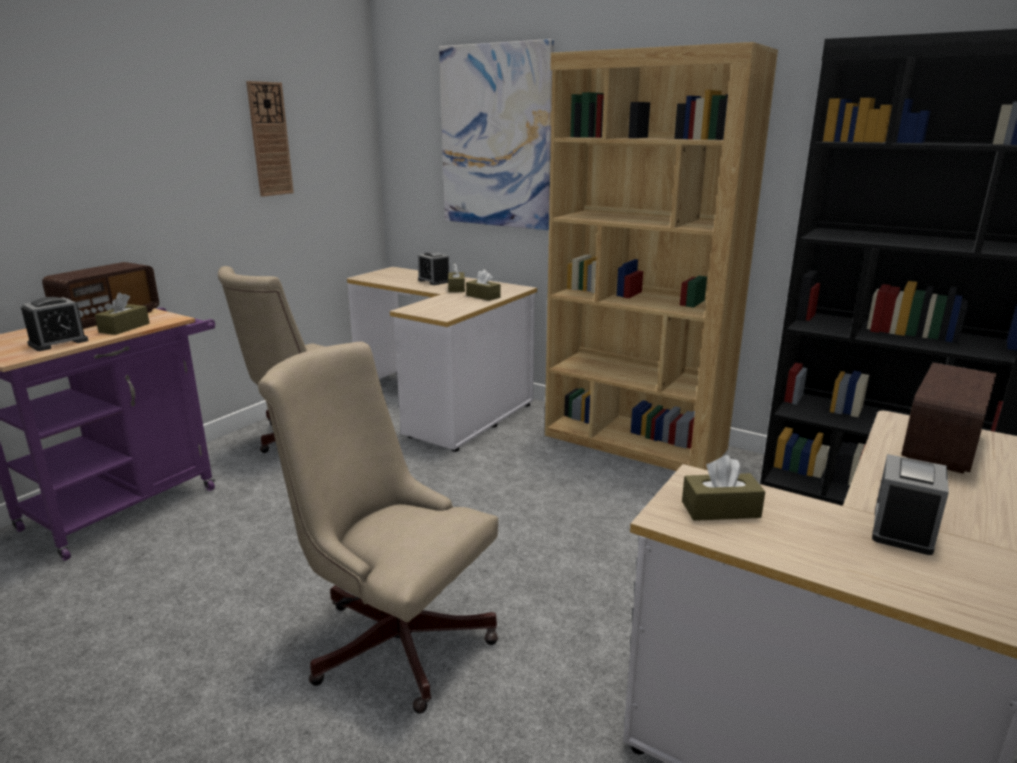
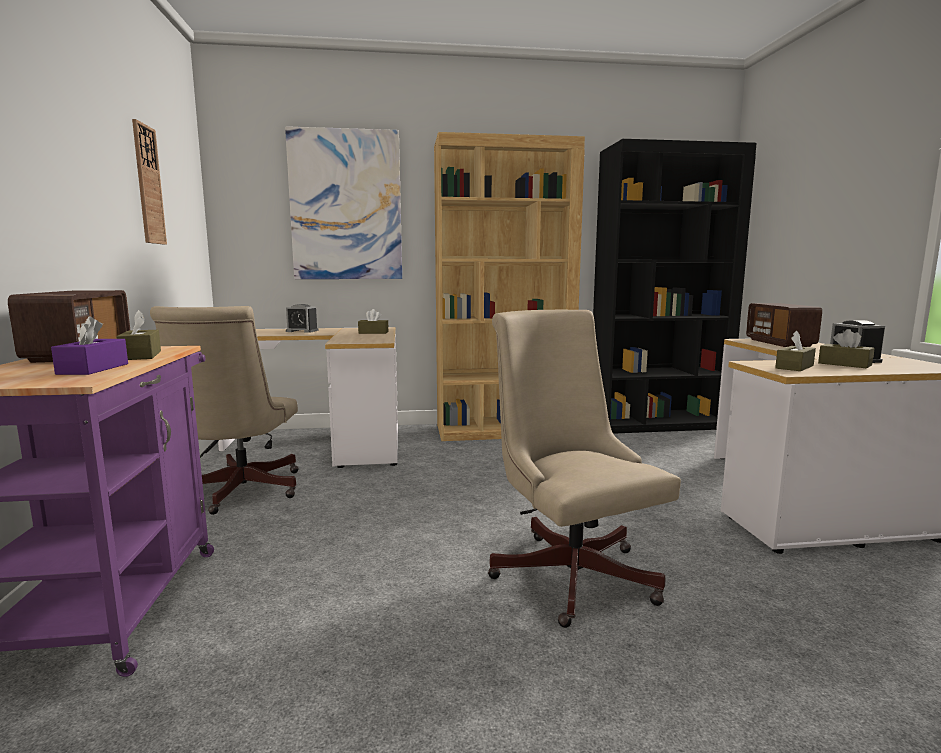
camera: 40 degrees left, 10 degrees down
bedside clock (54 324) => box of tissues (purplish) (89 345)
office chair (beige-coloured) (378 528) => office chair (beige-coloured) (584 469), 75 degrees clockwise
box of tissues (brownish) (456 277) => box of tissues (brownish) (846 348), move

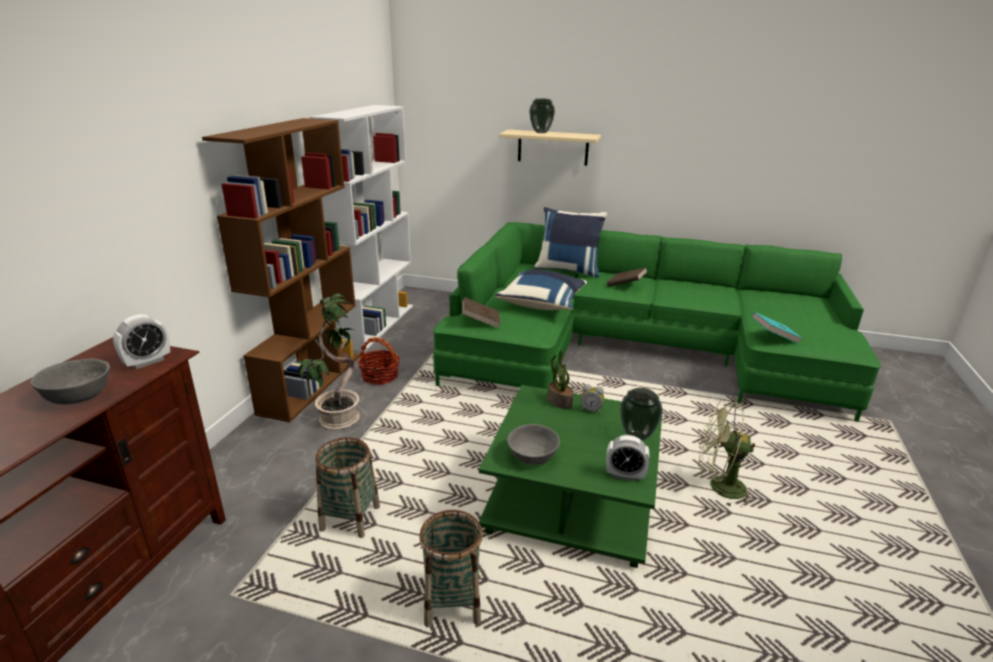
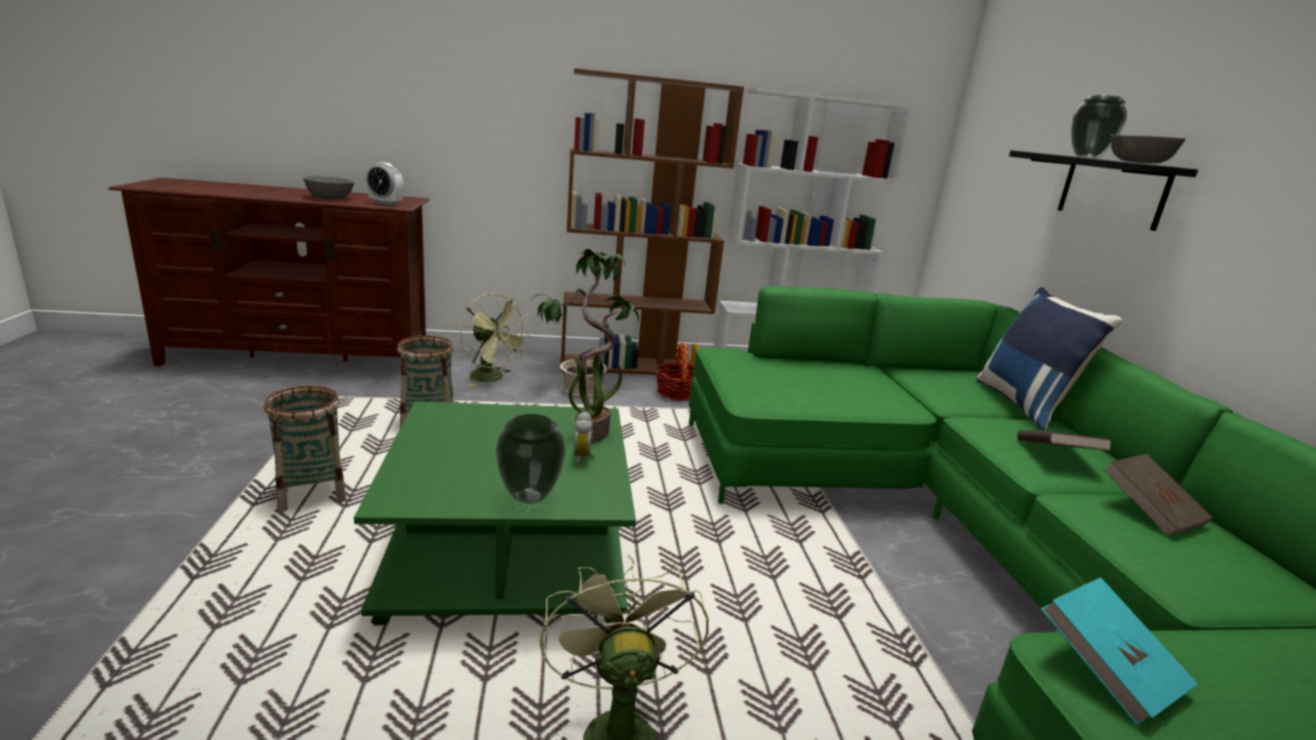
camera: 65 degrees right, 5 degrees down
nothing => cooling fan (greenish) (494 339)
bracket shelf (beige-coloured) (550 147) => bracket shelf (black) (1103 190)
bound book (brownish) (481 312) => bound book (brownish) (1158 495), move
deep dish (grey) (533 444) => deep dish (grey) (1148 149), move
cushion (bluish) (541 289) => nothing
bedside clock (627 458) => nothing

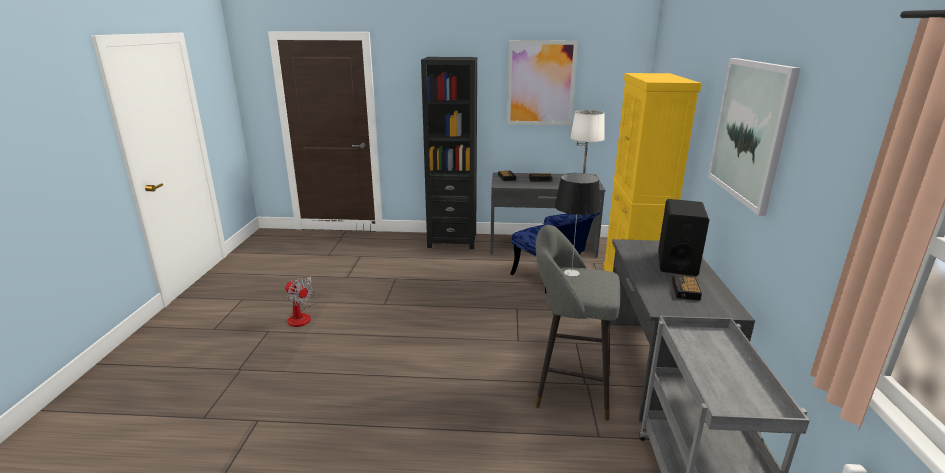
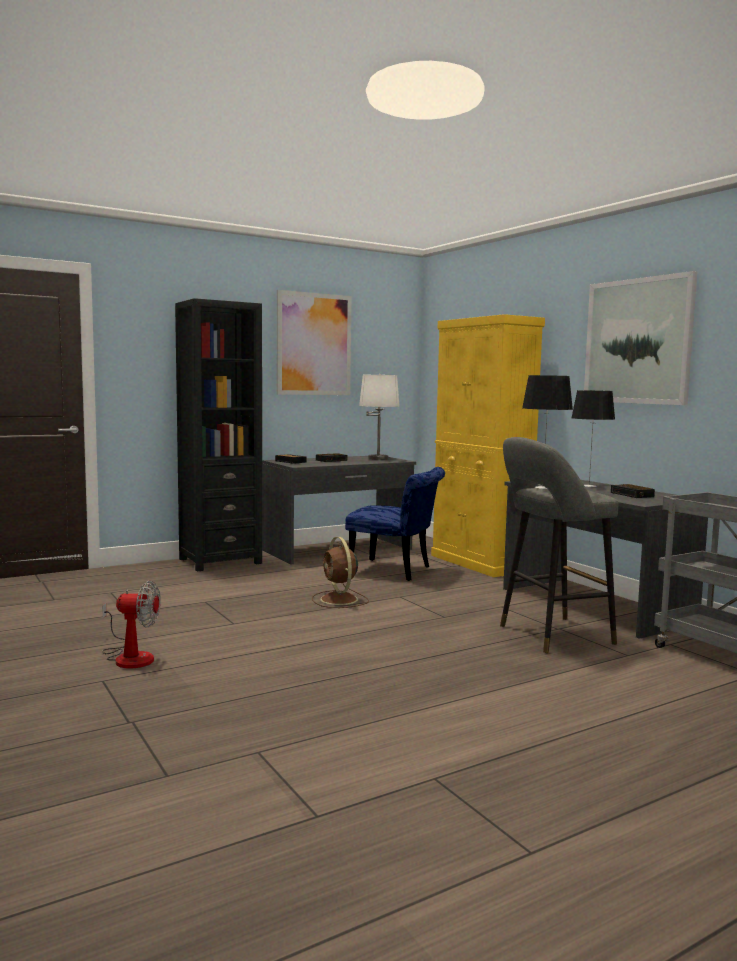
camera: 35 degrees left, 15 degrees down
nothing => cooling fan (brownish) (340 572)
loudspeaker (black) (683 237) => tabletop lamp (593 438)

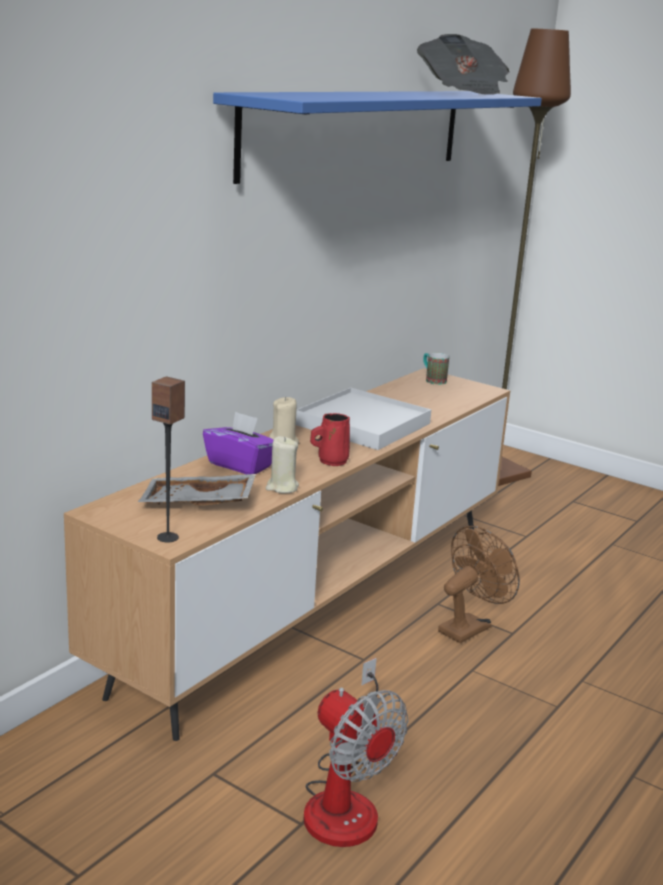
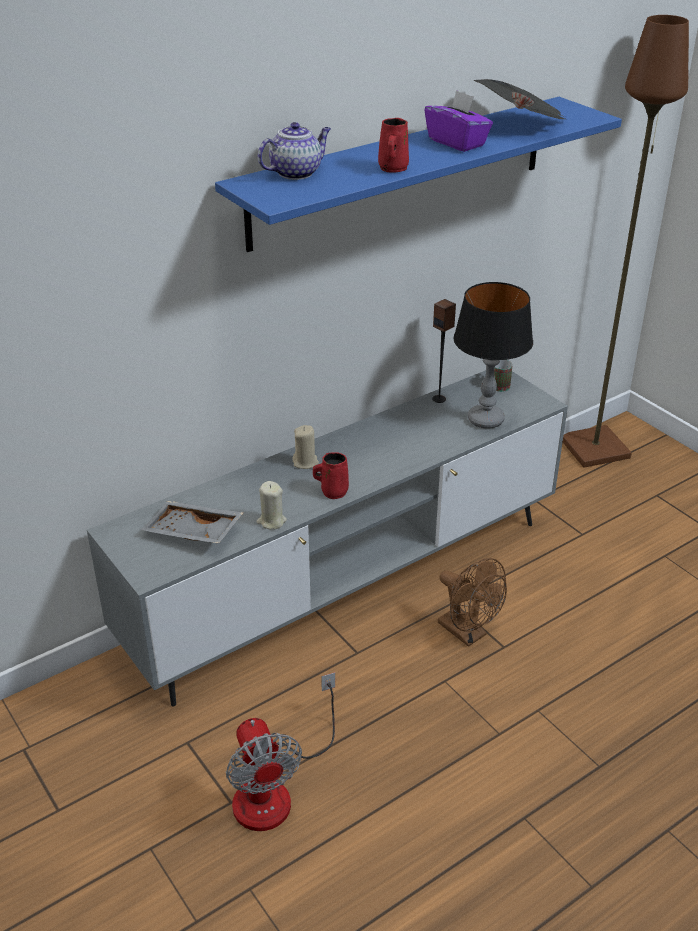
camera: 20 degrees right, 15 degrees up
tv unit (brownish) (287 554) => tv unit (grey) (327 538)
nothing => teapot (294 151)
nothing => coffee mug (red-coloured) (393 145)
box of tissues (purplish) (238 442) => box of tissues (purplish) (458 121), move
loudspeaker (168 460) => loudspeaker (444 351), move
cooling fan (brownish) (479 584) => cooling fan (brownish) (472 602), 75 degrees clockwise
nothing => tabletop lamp (493 355)
carrying tray (white-coloured) (363 418) => nothing

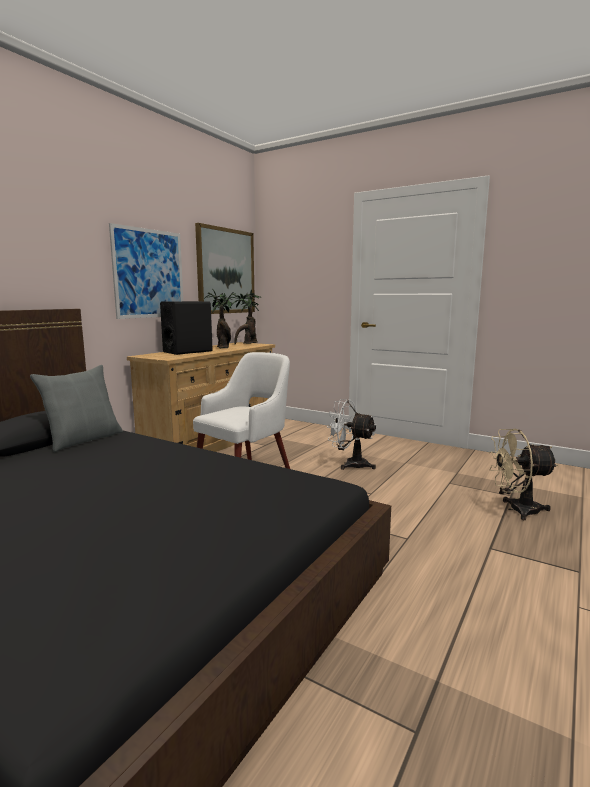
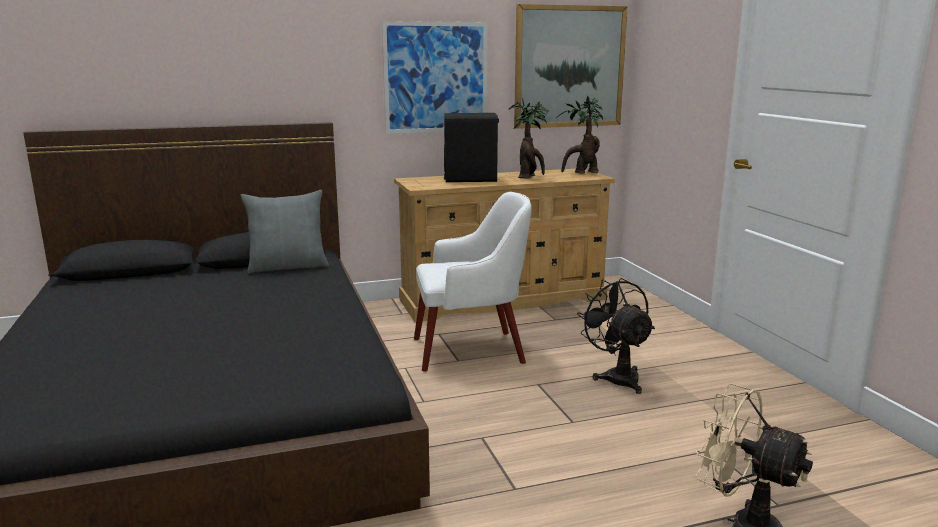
camera: 40 degrees right, 5 degrees up
cooling fan (white-coloured) (351 434) => cooling fan (black) (616 336)

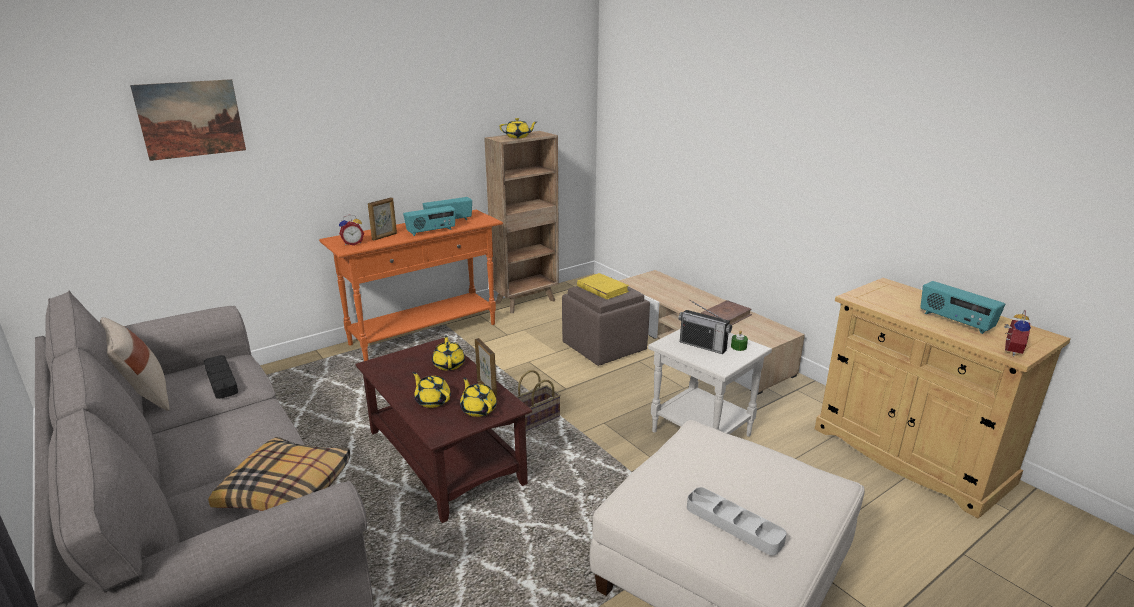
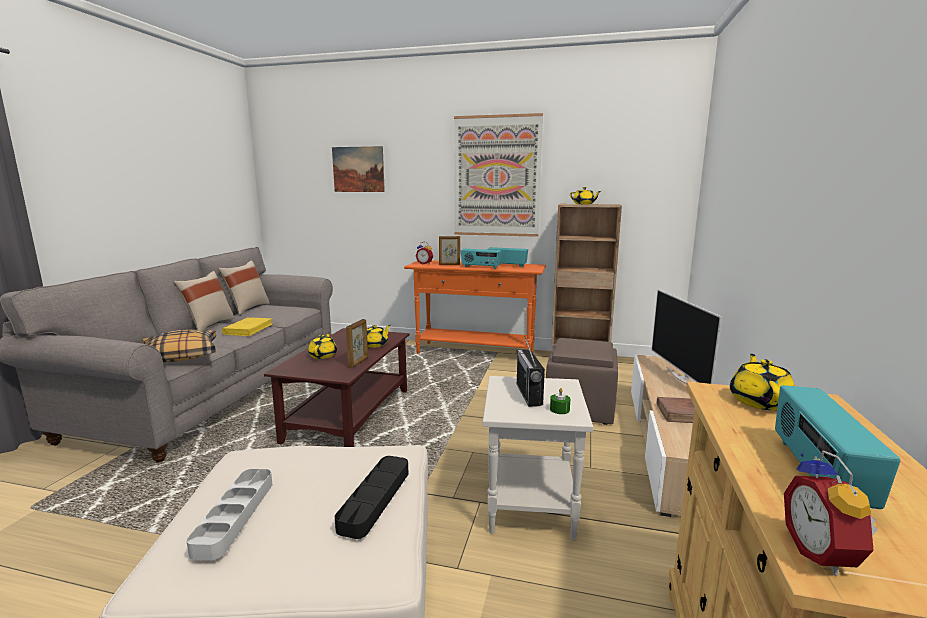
camera: 50 degrees right, 10 degrees down
nothing => cushion (beige-coloured) (204 300)
bound book (yellowish) (603 286) => bound book (yellowish) (247 326), move
carrying tray (black) (221 377) => carrying tray (black) (371 497), move
nothing => wall art (498 175)
nothing => TV (686 336)
teapot (yellowish) (478 397) => teapot (yellowish) (762 382), move
bedside clock (1017 333) => bedside clock (831 513), 105 degrees clockwise
household basket (539 400) => nothing

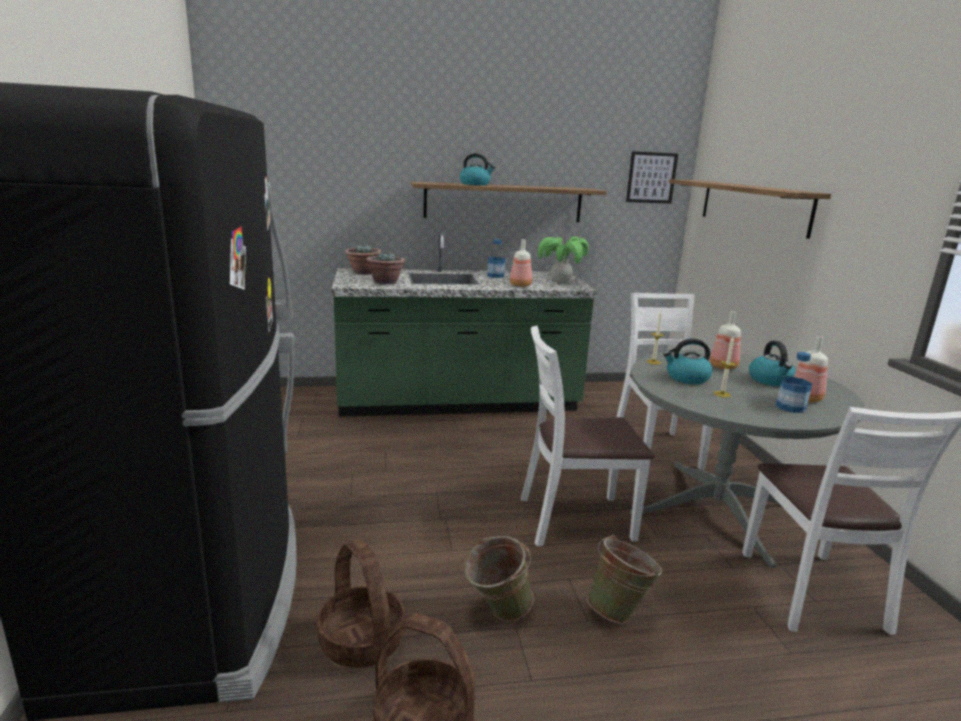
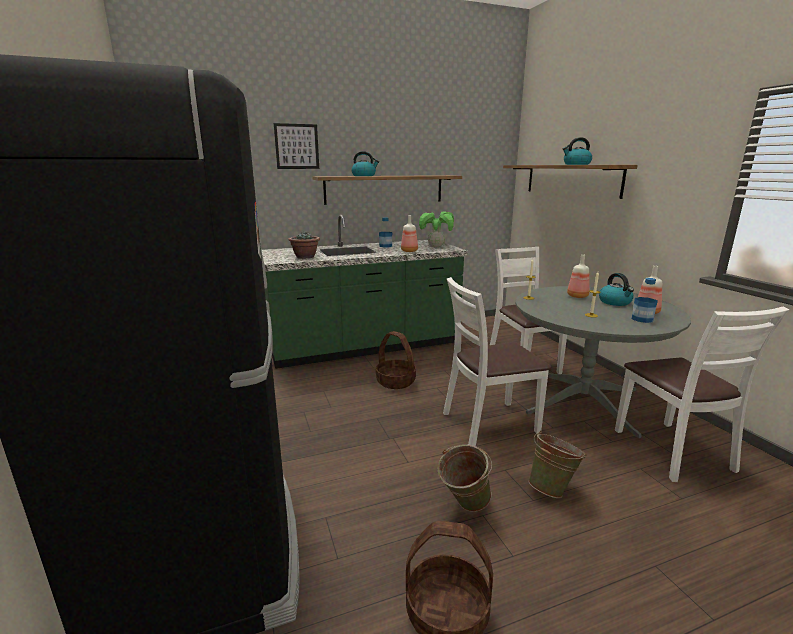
camera: 10 degrees left, 0 degrees up
wall art (652 177) => wall art (296 146), move
household basket (361 603) => household basket (396 360), move
kettle (687 361) => kettle (577 151), move
houseplant (363 259) => nothing

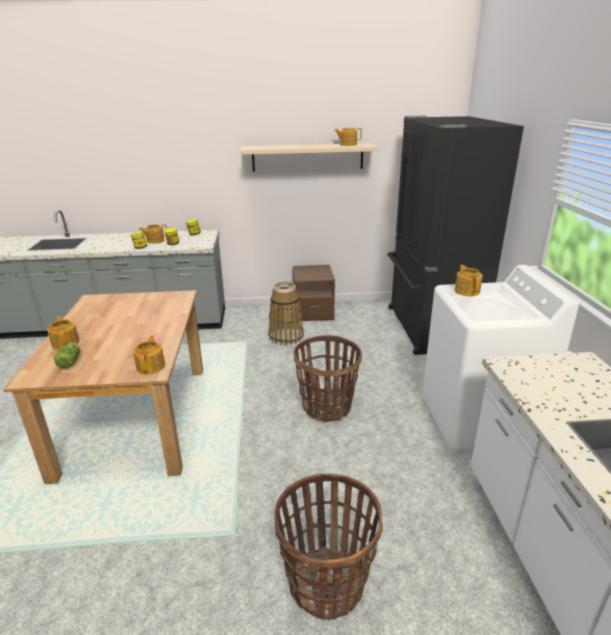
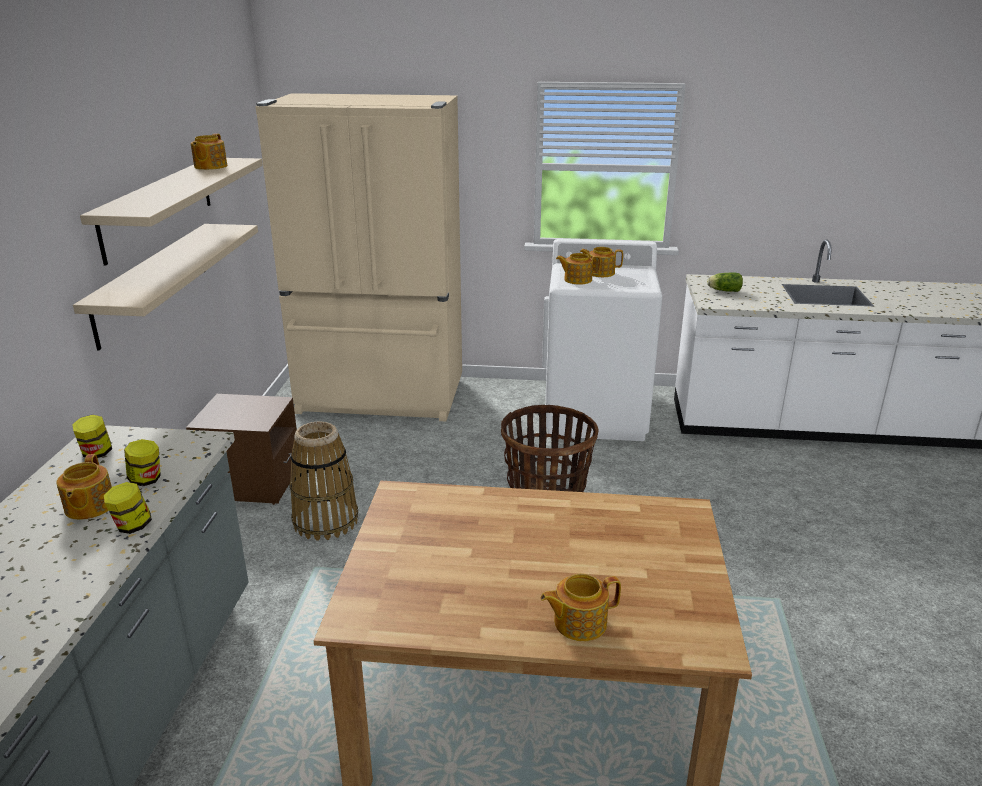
camera: 80 degrees left, 0 degrees up
nothing => bracket shelf (beige-coloured) (165 287)
kitchen fridge (black) (455 235) => kitchen fridge (beige-coloured) (358 257)
teapot (149 355) => teapot (601 262), move
lettuce (67 355) => lettuce (725 282), move
household basket (328 547) => nothing

